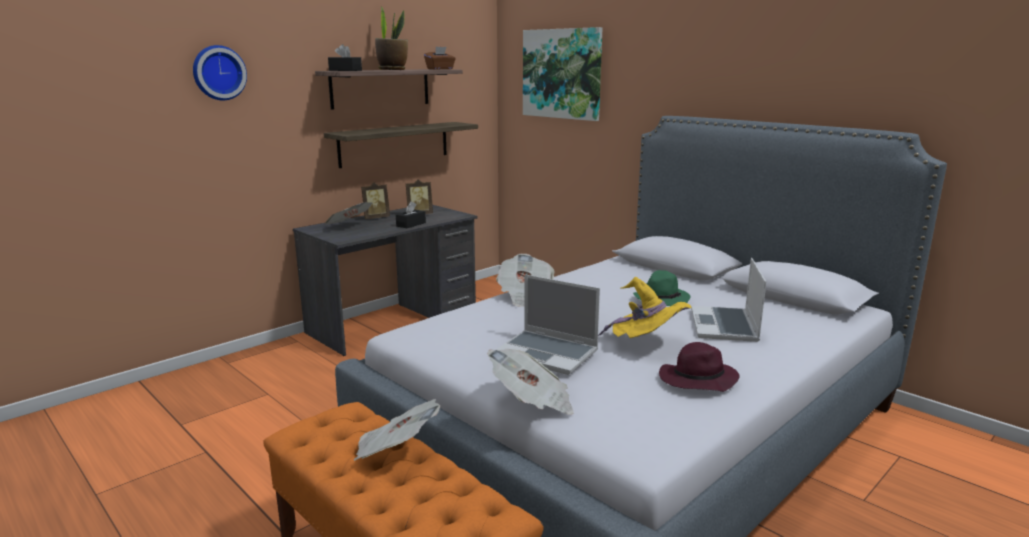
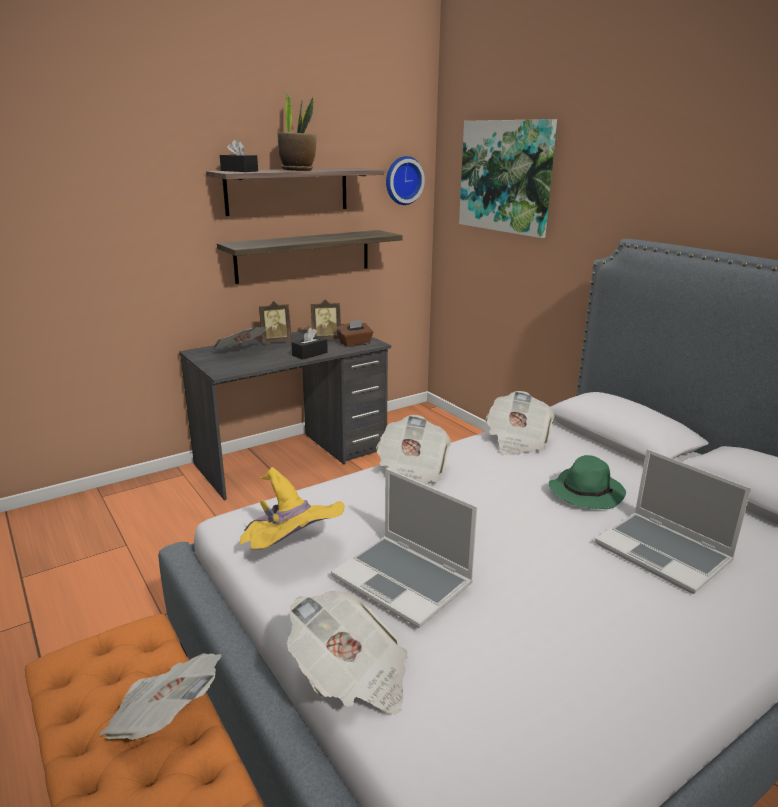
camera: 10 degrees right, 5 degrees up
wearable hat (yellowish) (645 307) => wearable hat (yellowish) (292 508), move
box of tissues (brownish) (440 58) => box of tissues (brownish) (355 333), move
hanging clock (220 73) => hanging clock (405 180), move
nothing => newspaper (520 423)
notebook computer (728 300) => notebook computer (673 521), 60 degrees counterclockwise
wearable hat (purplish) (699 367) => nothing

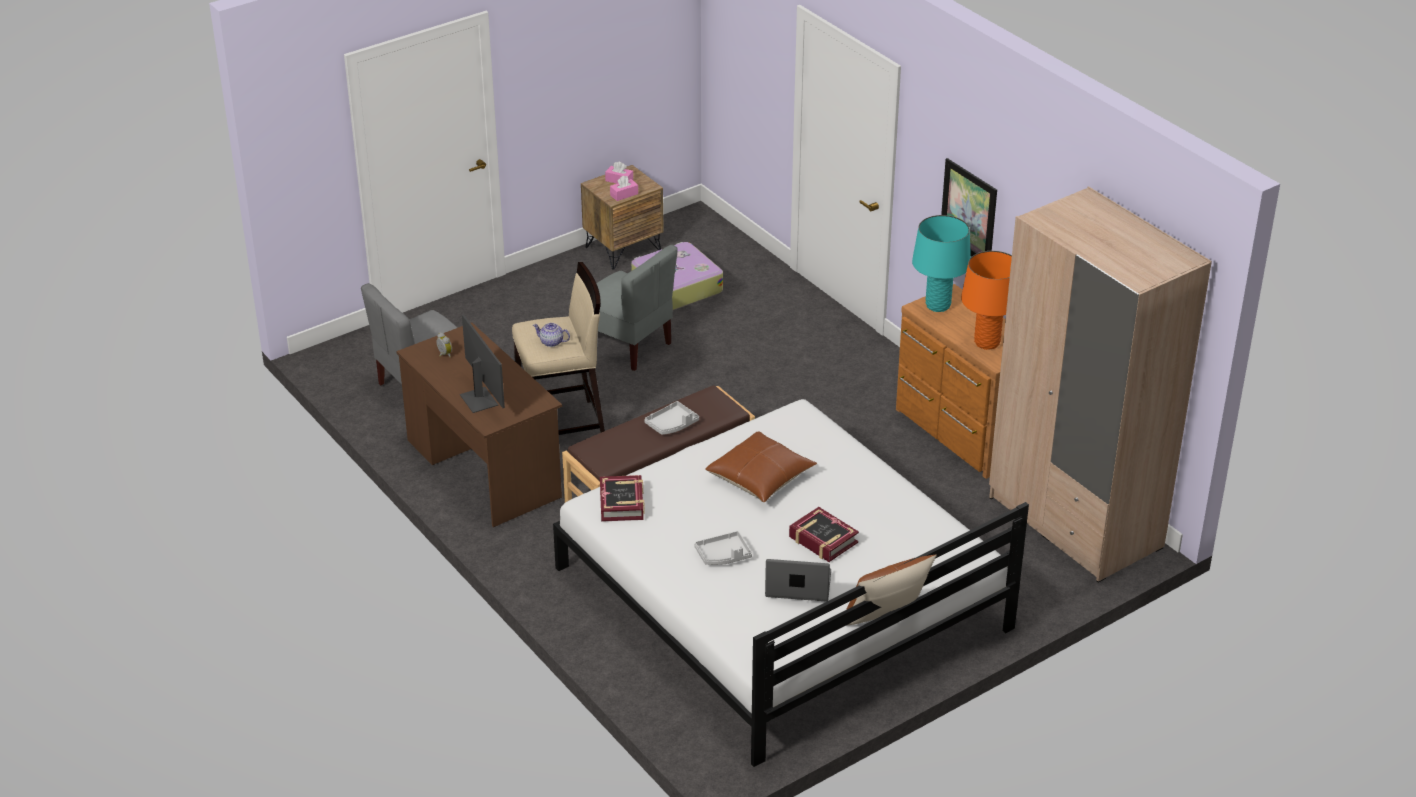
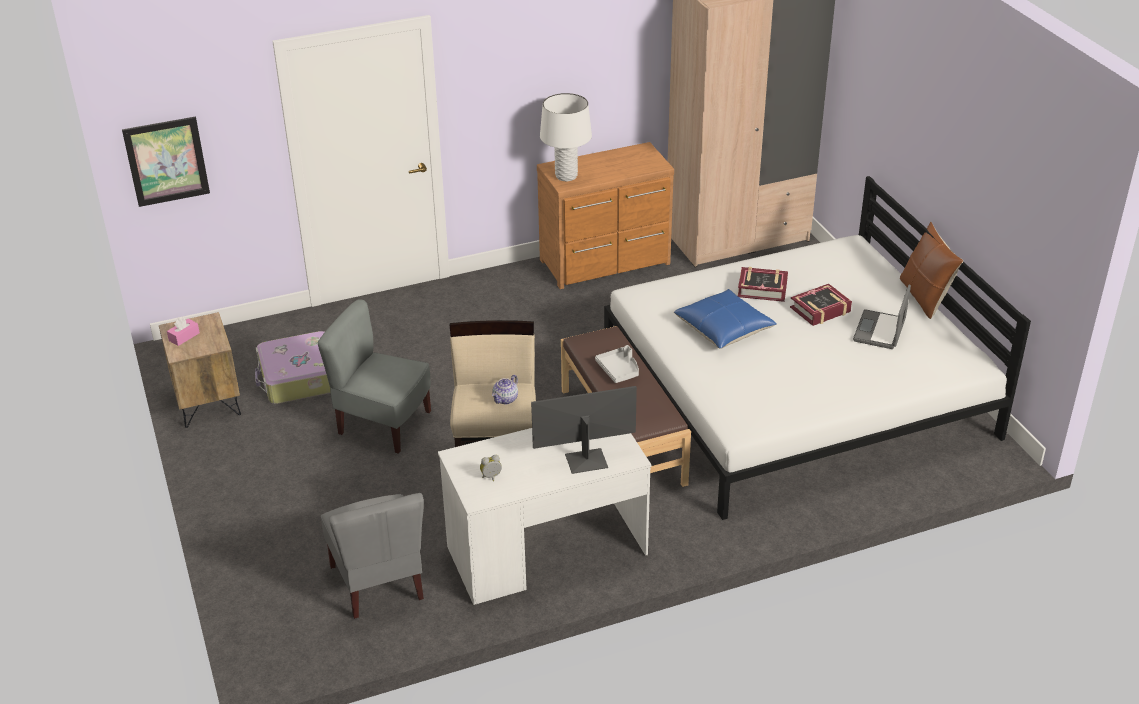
camera: 75 degrees left, 0 degrees up
wall art (969 207) => wall art (166 162), move
chair (grey) (637 308) => chair (grey) (374 376), 120 degrees counterclockwise
desk (brownish) (479 424) => desk (white-coloured) (544 516)
tabletop lamp (turquoise) (941 263) => tabletop lamp (white-coloured) (566 137)
cushion (brownish) (761 466) => cushion (bluish) (725 319)
bound book (622 498) => bound book (763 284), move
box of tissues (pinkish) (624 188) => nothing
carrying tray (grey) (723 548) => nothing
tabletop lamp (orange-coloured) (986 300) => nothing

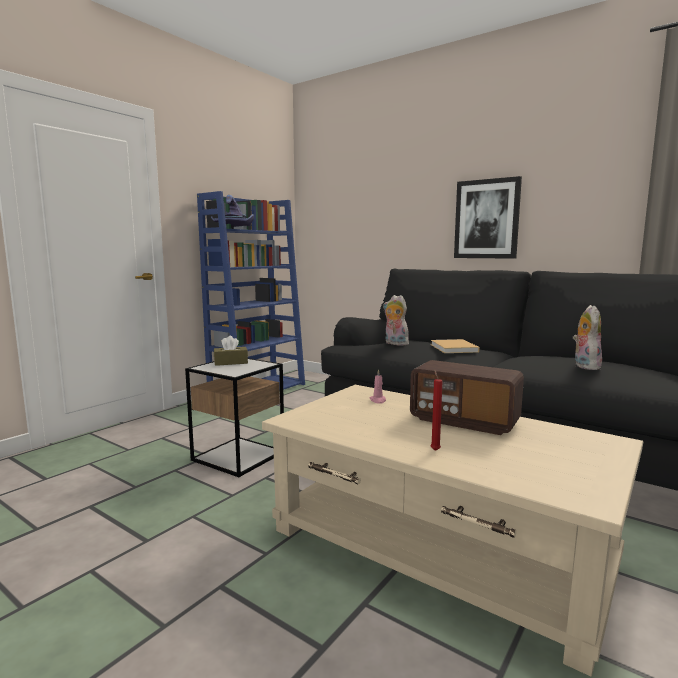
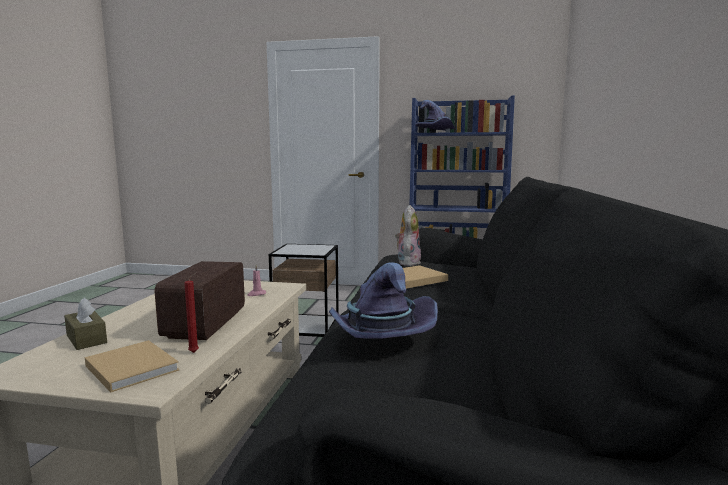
camera: 65 degrees right, 0 degrees up
box of tissues (brownish) (231 351) => box of tissues (brownish) (85 324), move
nothing => bound book (beige-coloured) (132 366)
wax candle (red-coloured) (437 410) => wax candle (red-coloured) (191 312), move
soft toy (587 337) => wearable hat (purplish) (383 300)
wall art (488 217) => nothing

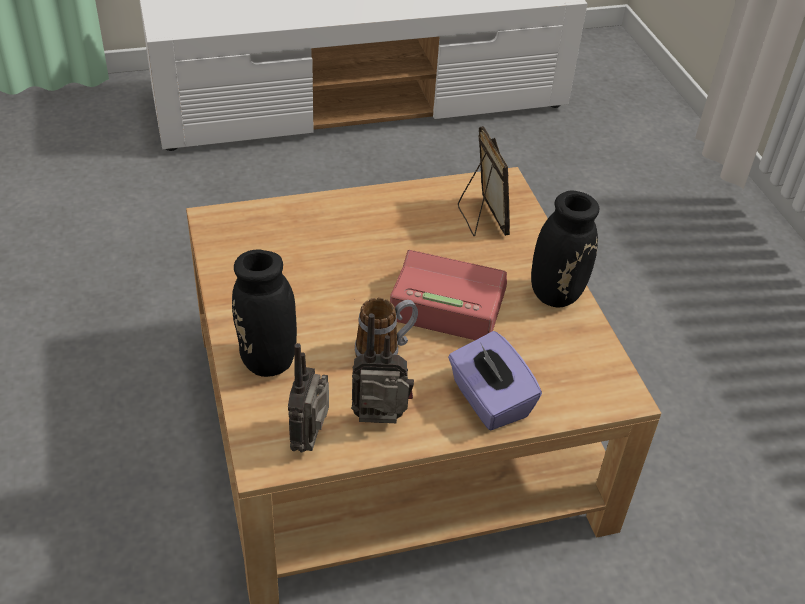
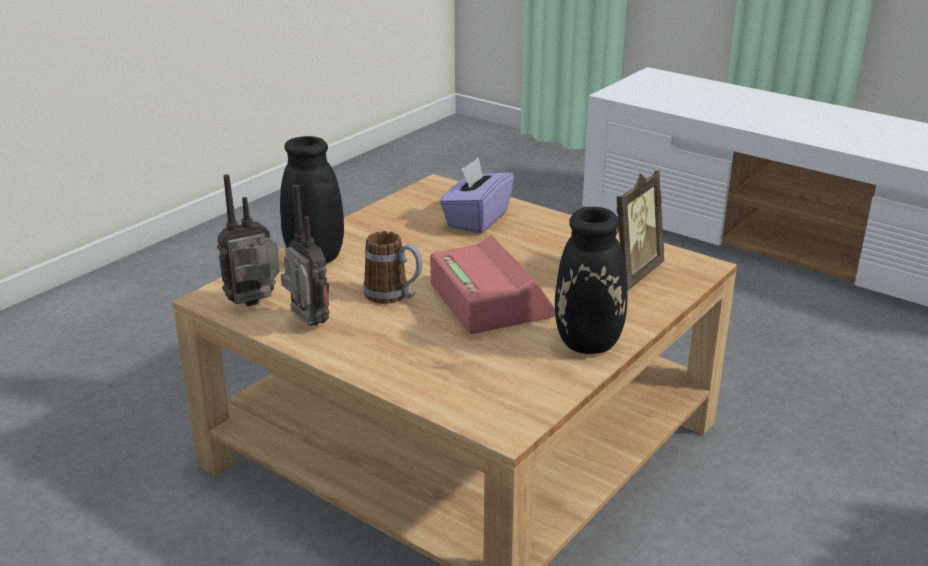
camera: 55 degrees right, 15 degrees down
box of tissues (purplish) (495 380) => box of tissues (purplish) (477 195), move

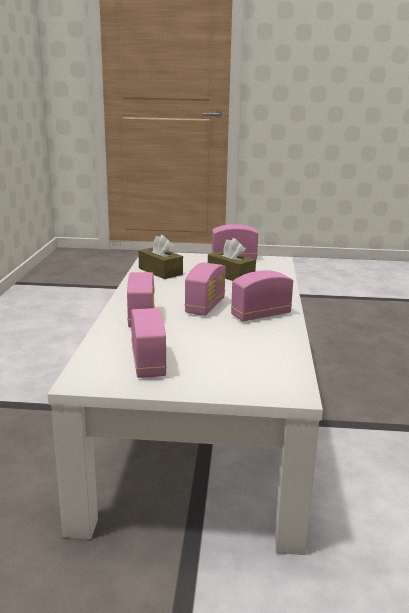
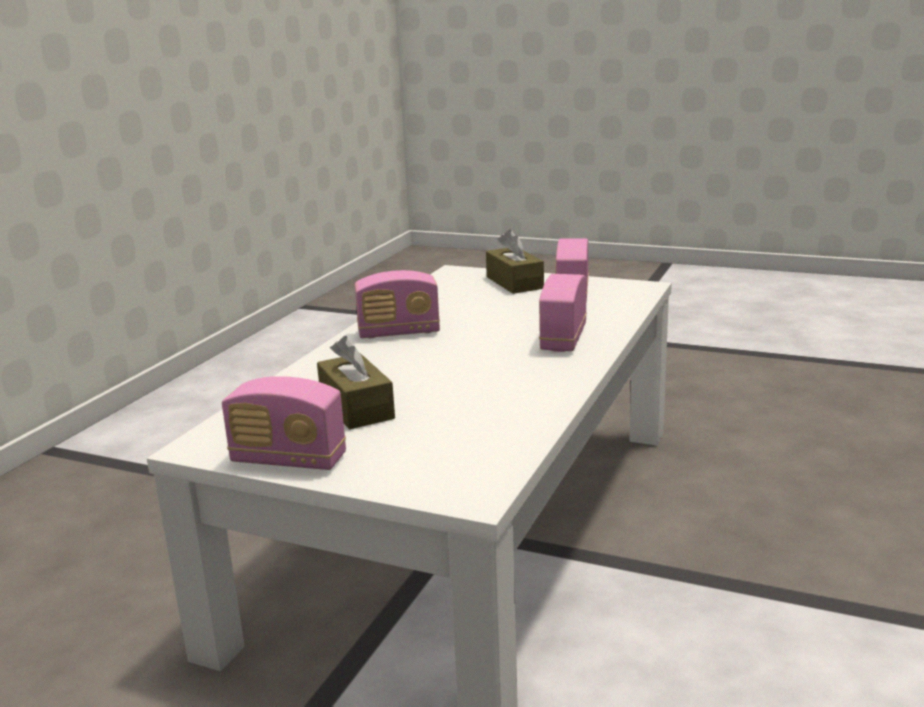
camera: 160 degrees left, 0 degrees up
box of tissues (brownish) (160 257) => box of tissues (brownish) (515 261), move
radio (204 289) => nothing

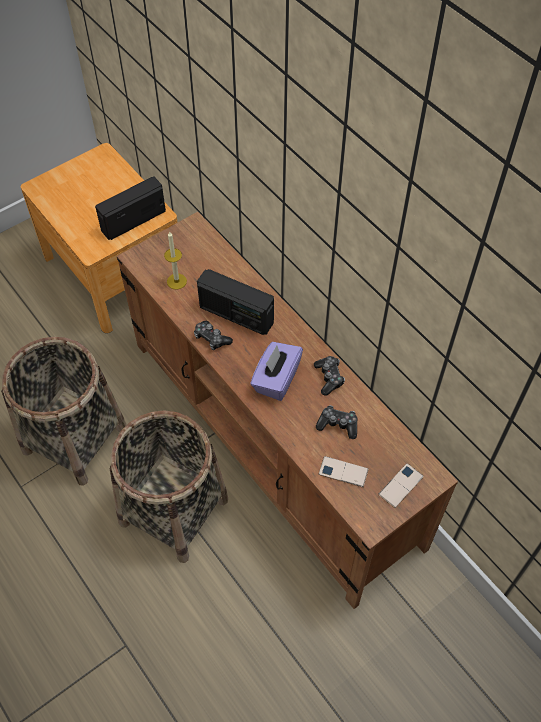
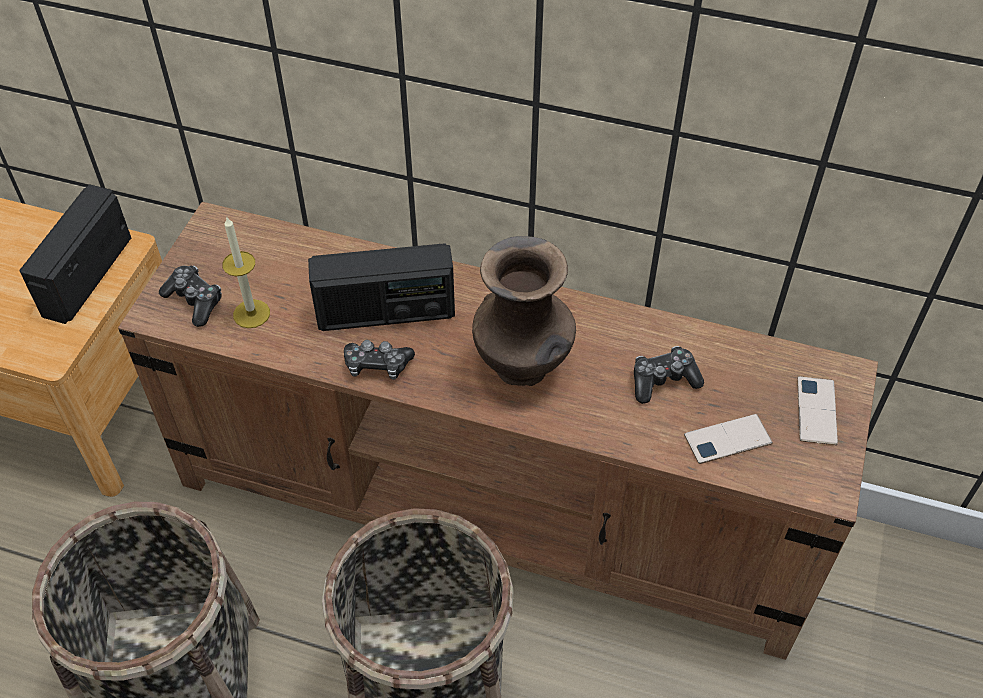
camera: 35 degrees left, 5 degrees down
game controller (329 375) => game controller (190 296), move
box of tissues (purplish) (276 371) => flower vase (brownish) (524 311)

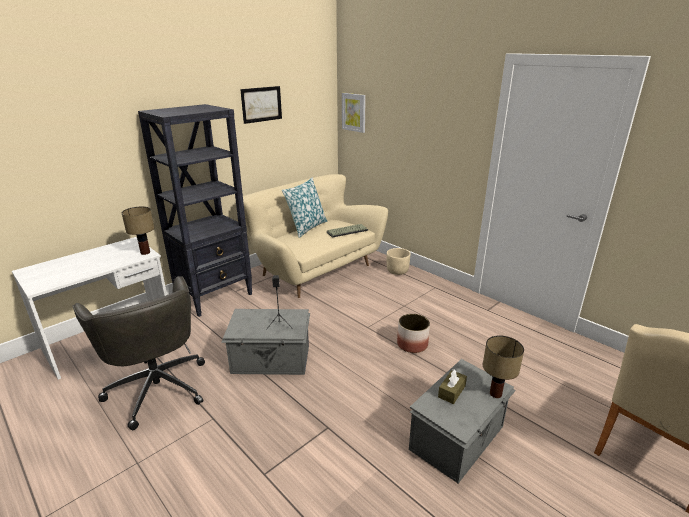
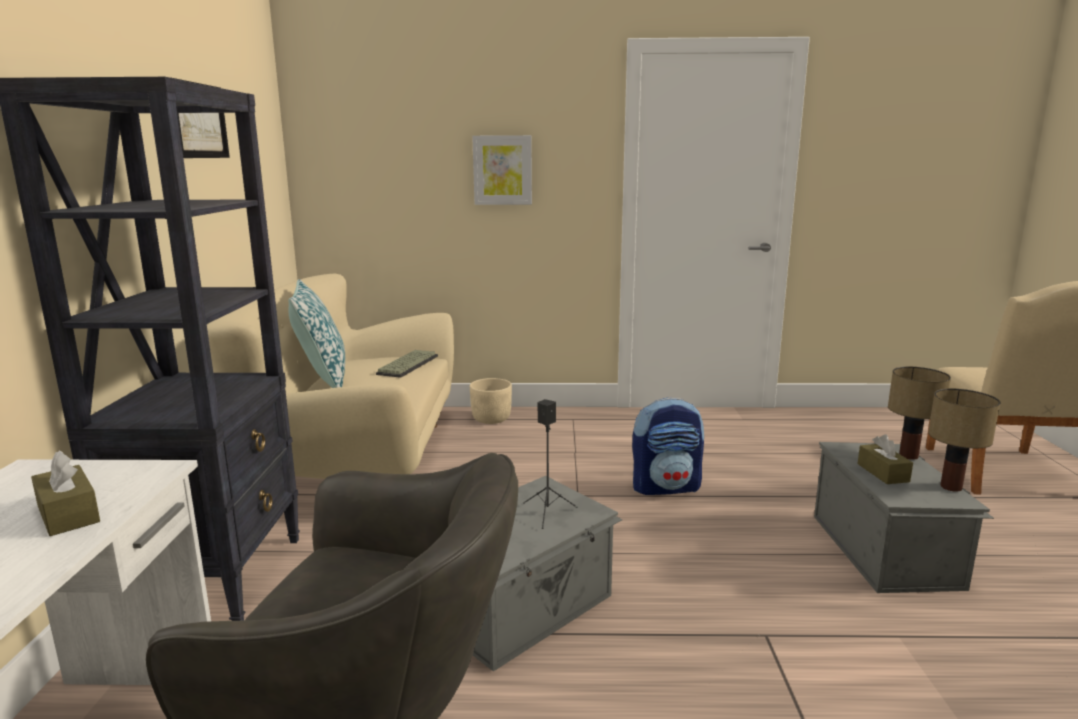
camera: 45 degrees left, 10 degrees down
nothing => box of tissues (brownish) (65 493)
wall art (354 113) => wall art (502 170), move
flower pot (413 333) => knapsack (668 446)
tabletop lamp (138 230) => tabletop lamp (964 440), move

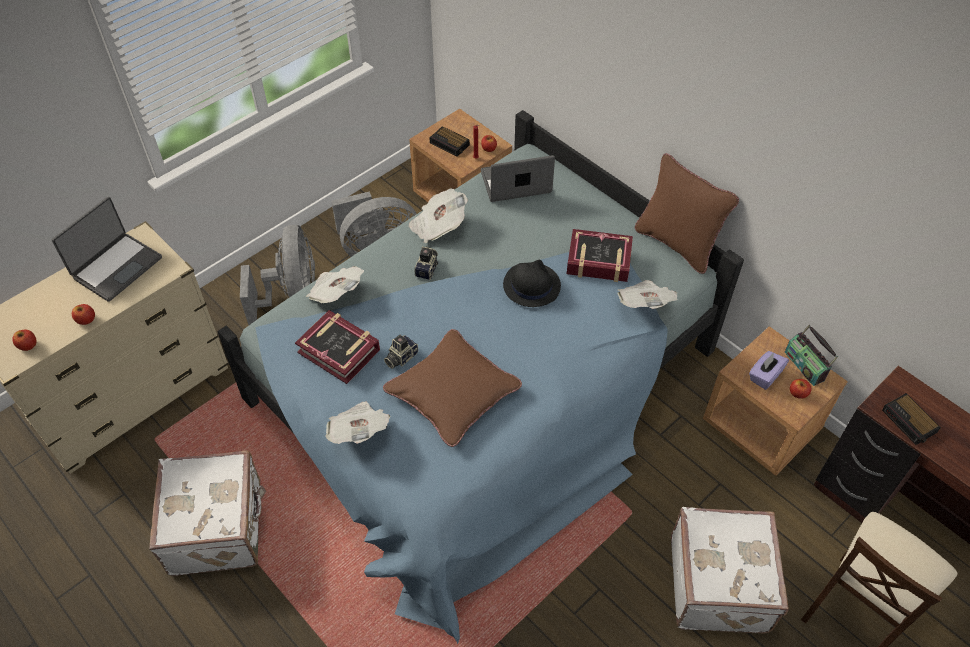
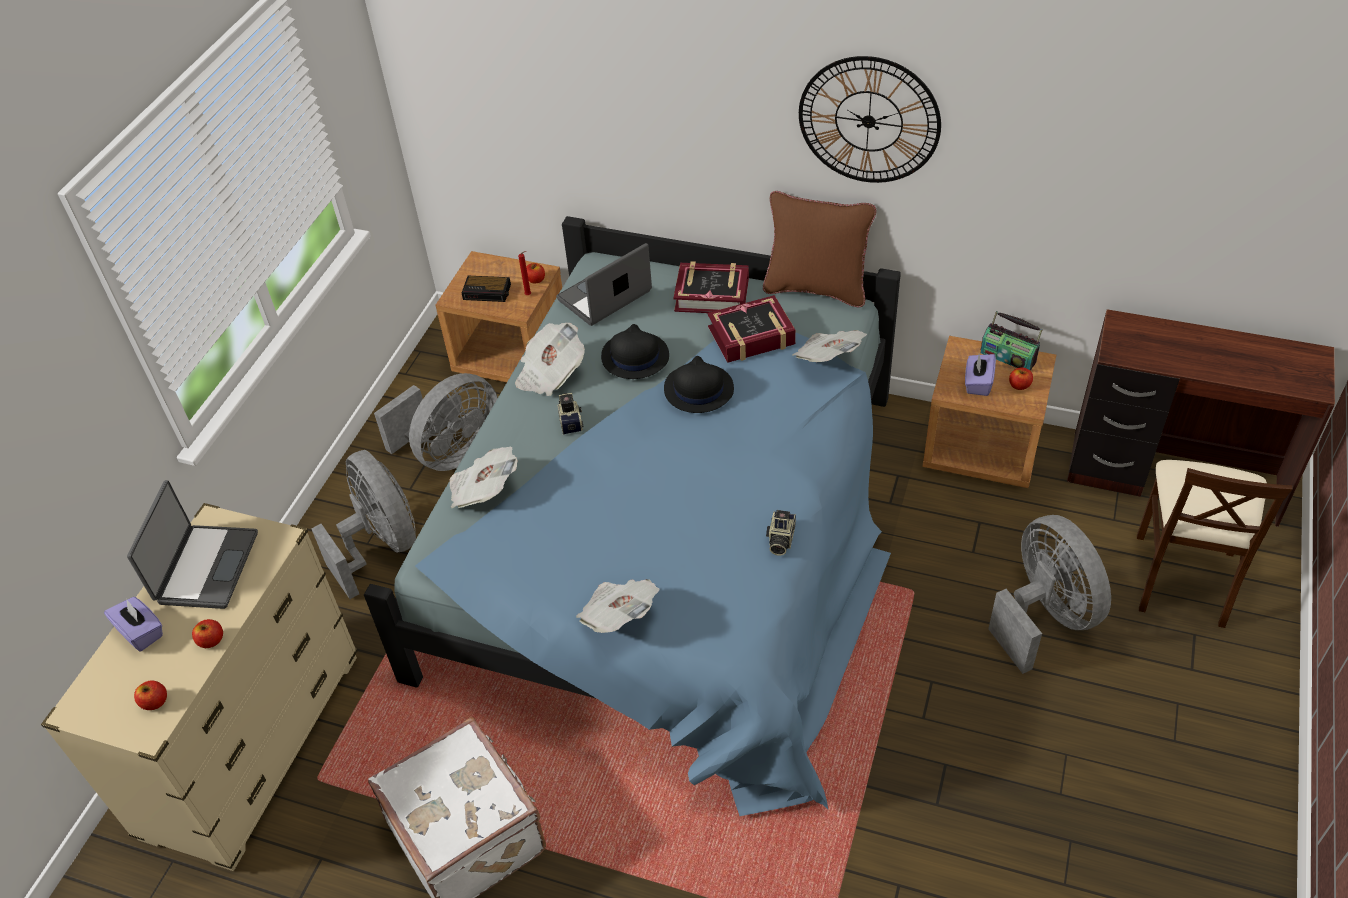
camera: 25 degrees left, 5 degrees down
nothing => box of tissues (purplish) (133 624)
nothing => wearable hat (black) (635 351)
bound book (337 347) => bound book (711 287), move
still camera (401 352) => still camera (781 533), move
nothing => hanging clock (870 119)
travel case (white-coloured) (730 570) => cooling fan (grey) (1049 594)
cushion (brownish) (452 388) => nothing
bedside clock (911 419) => nothing

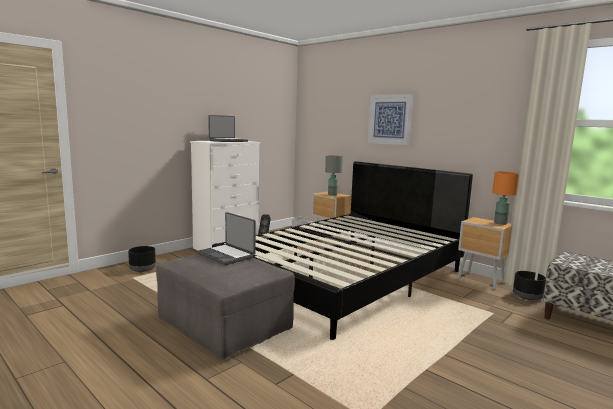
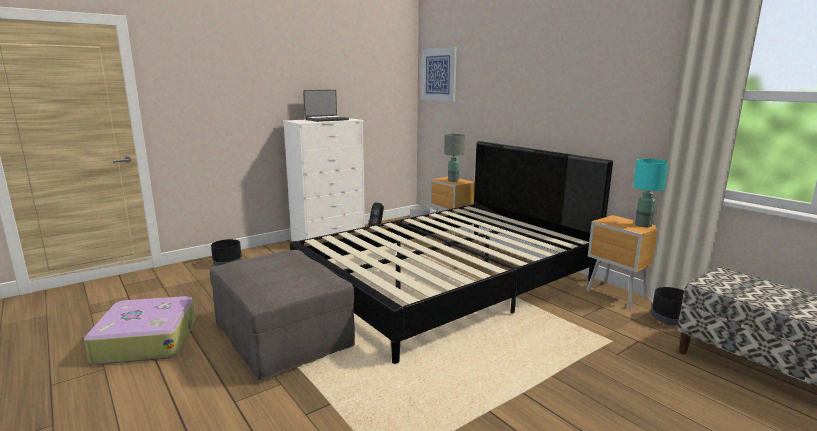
camera: 10 degrees right, 5 degrees up
nothing => travel case (140 330)
wall art (390 119) => wall art (439 74), move
tabletop lamp (orange-coloured) (505 198) => tabletop lamp (turquoise) (650 193)
notebook computer (226 238) => nothing

